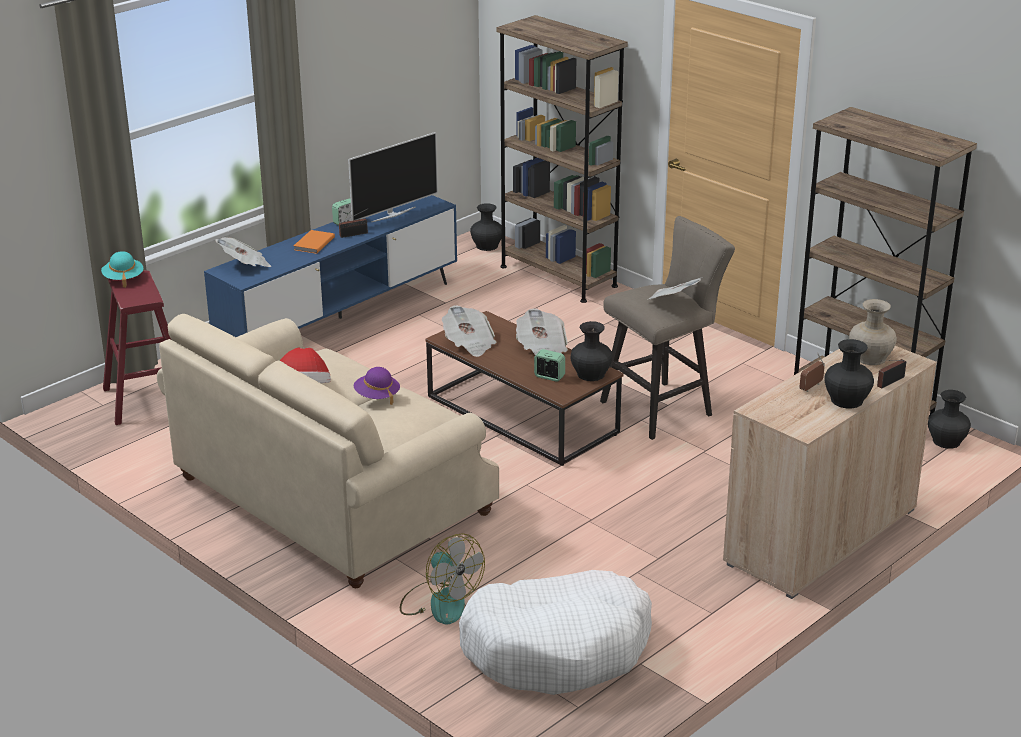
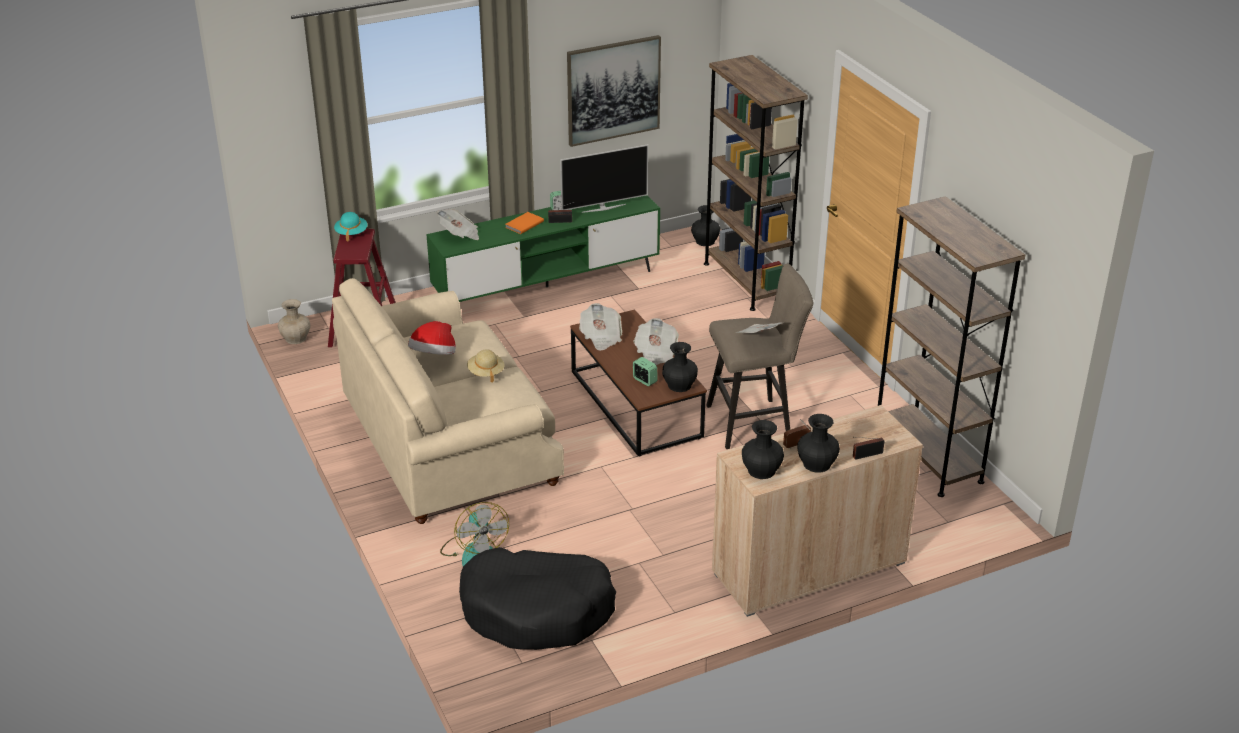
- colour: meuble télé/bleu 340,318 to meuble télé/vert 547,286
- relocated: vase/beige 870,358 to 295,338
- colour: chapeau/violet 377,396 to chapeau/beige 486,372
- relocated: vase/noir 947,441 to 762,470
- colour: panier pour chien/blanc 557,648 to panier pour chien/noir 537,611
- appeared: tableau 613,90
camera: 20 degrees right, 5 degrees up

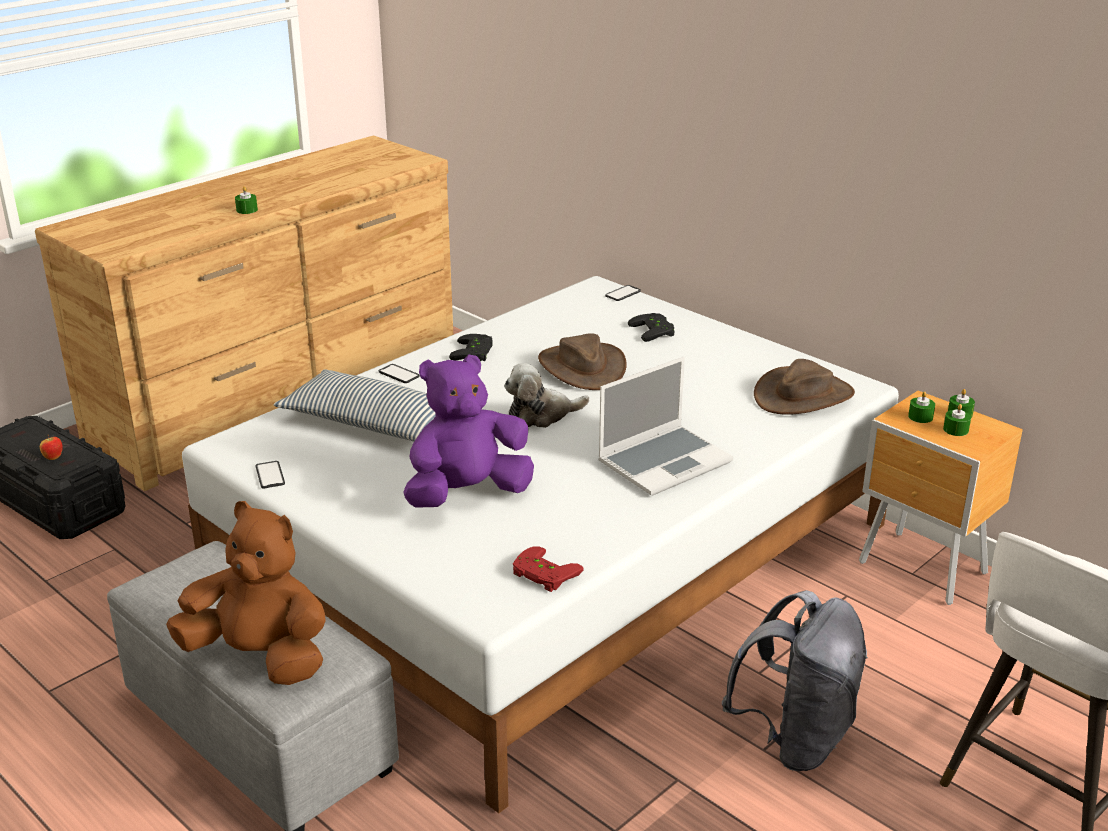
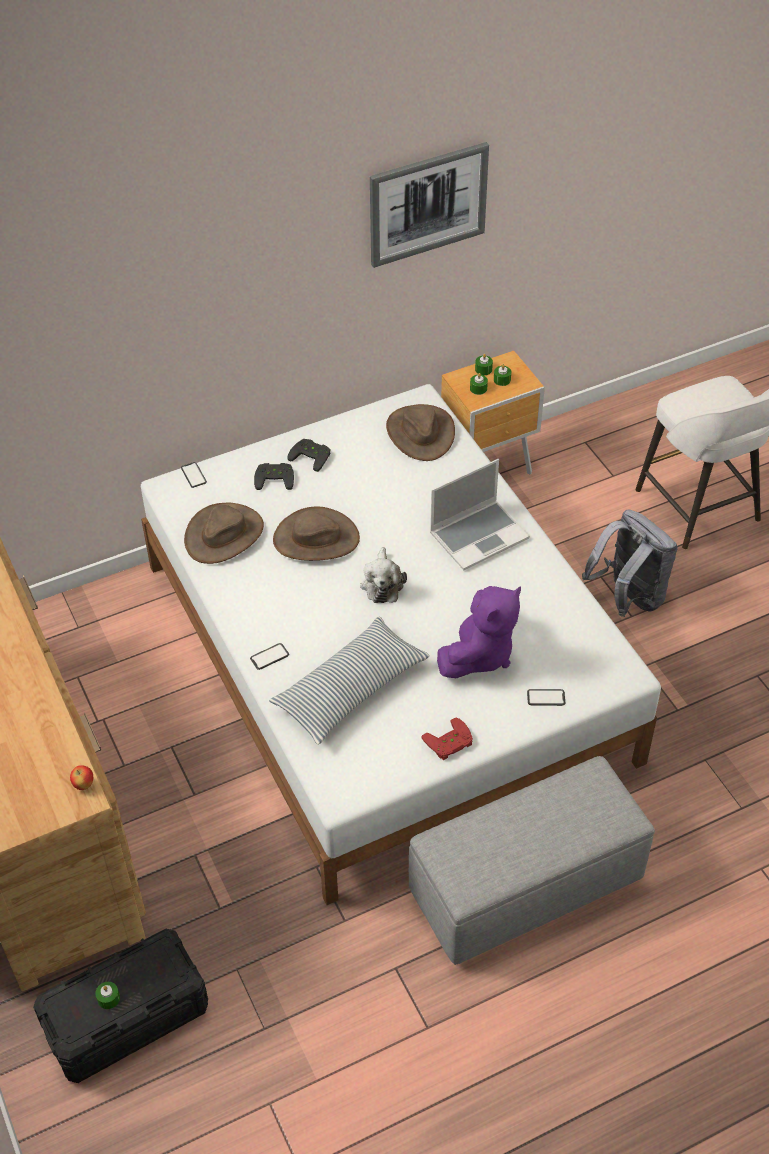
- relocated: bougie/vert 247,210 to 108,998
- relocated: manette/noir 475,352 to 312,455
- spun: peluche/violet 467,494 = 479,654 135 degrees counterclockwise
- spun: ordinateur portable 664,461 = 479,535 75 degrees clockwise
- relocated: pomme 53,458 to 83,785
- relocated: téléphone 270,475 to 546,698
- missing: peluche/marron 260,656
- relocated: manette/rouge 542,575 to 449,743
- appeared: tableau 427,204
- appeared: chapeau/marron 224,534
camera: 70 degrees left, 20 degrees up

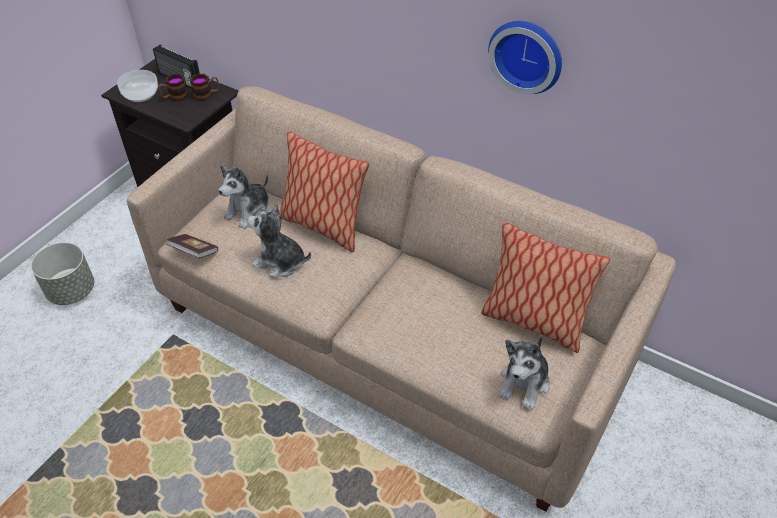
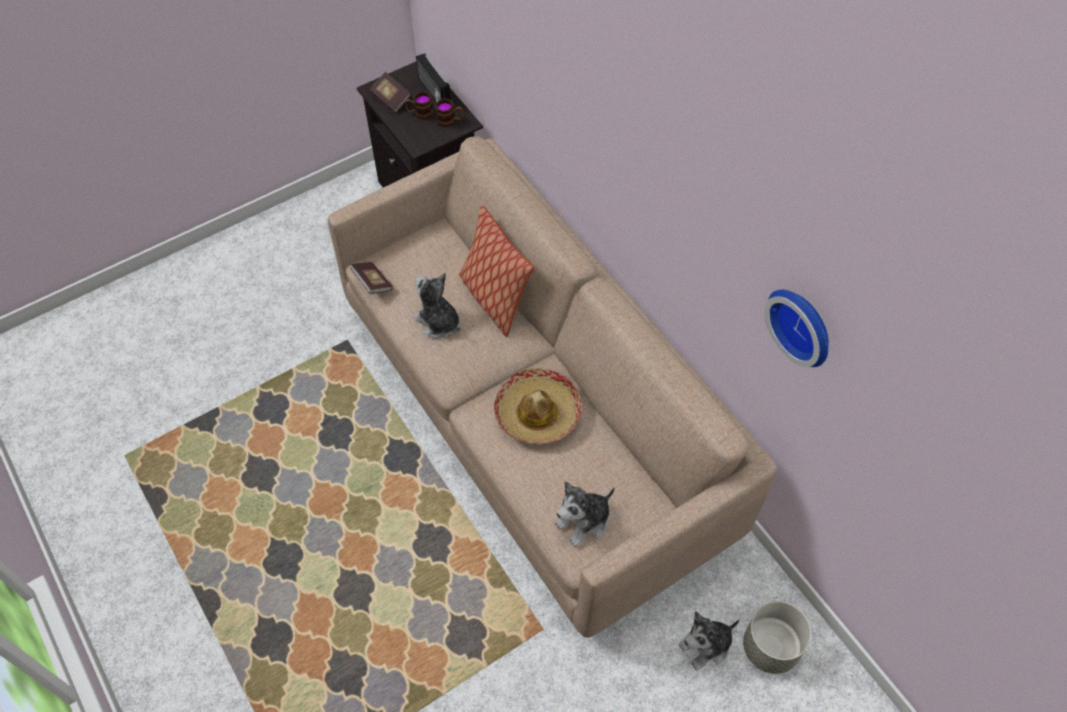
- relocated: horloge murale 527,54 to 803,324
- exchanged: bol 140,94 to livre 391,98
- relocated: peluche 249,211 to 706,646
- missing: coussin 533,321
- relocated: cache-pot/gris 72,291 to 771,647
- appeared: chapeau 537,412
camera: 25 degrees right, 10 degrees up

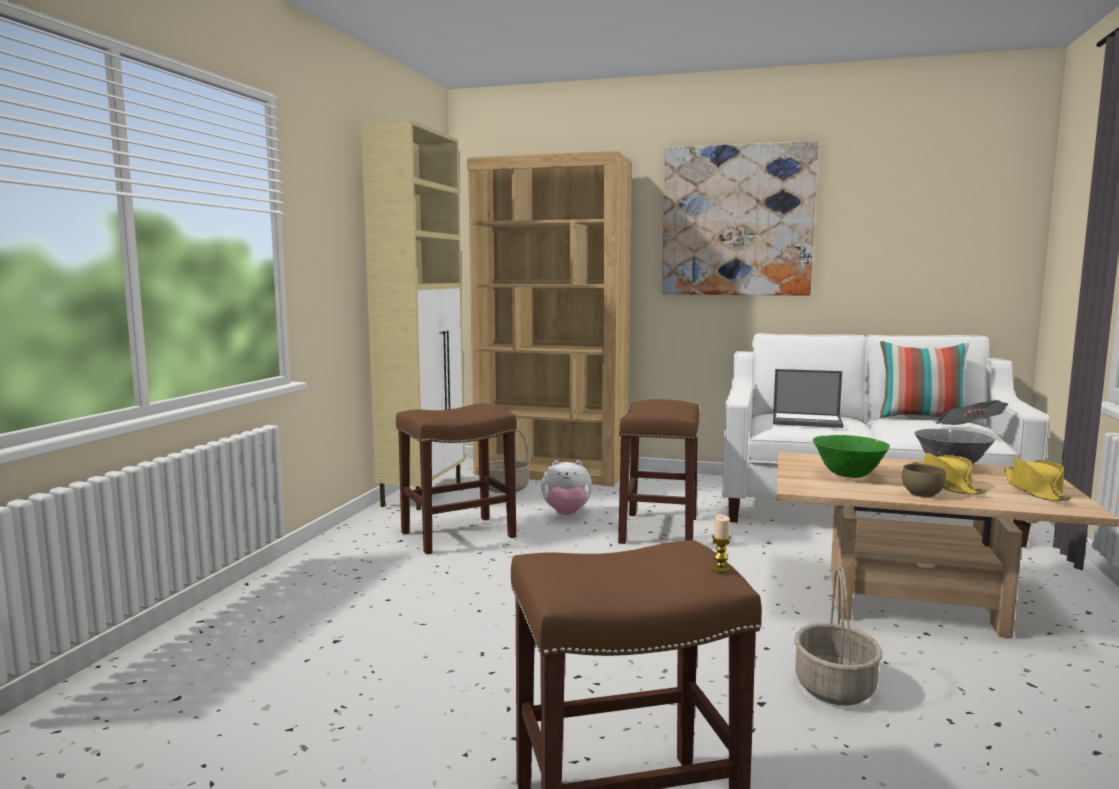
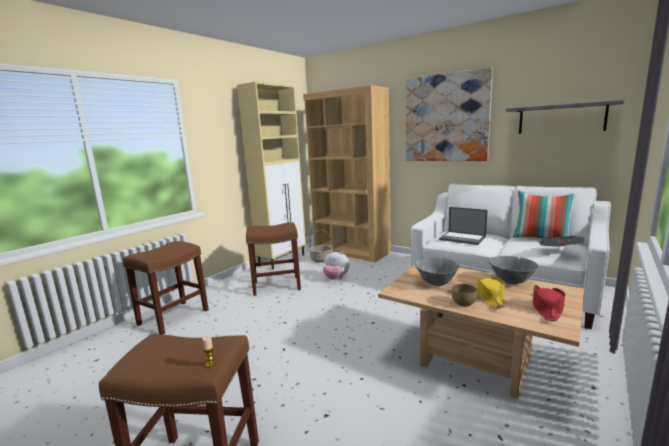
- relocated: tabouret/marron 658,530 to 174,317
- colour: bol/vert 848,476 to bol/gris 436,283
- colour: chapeau/jaune 1035,490 to chapeau/rouge 547,308
- missing: panier 835,688
- appeared: étagère/gris 561,118
camera: 20 degrees right, 5 degrees up

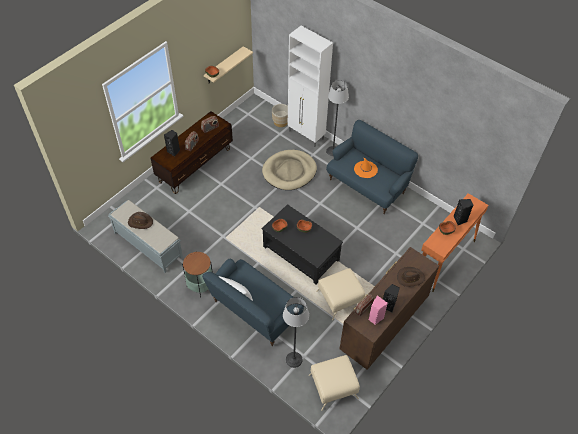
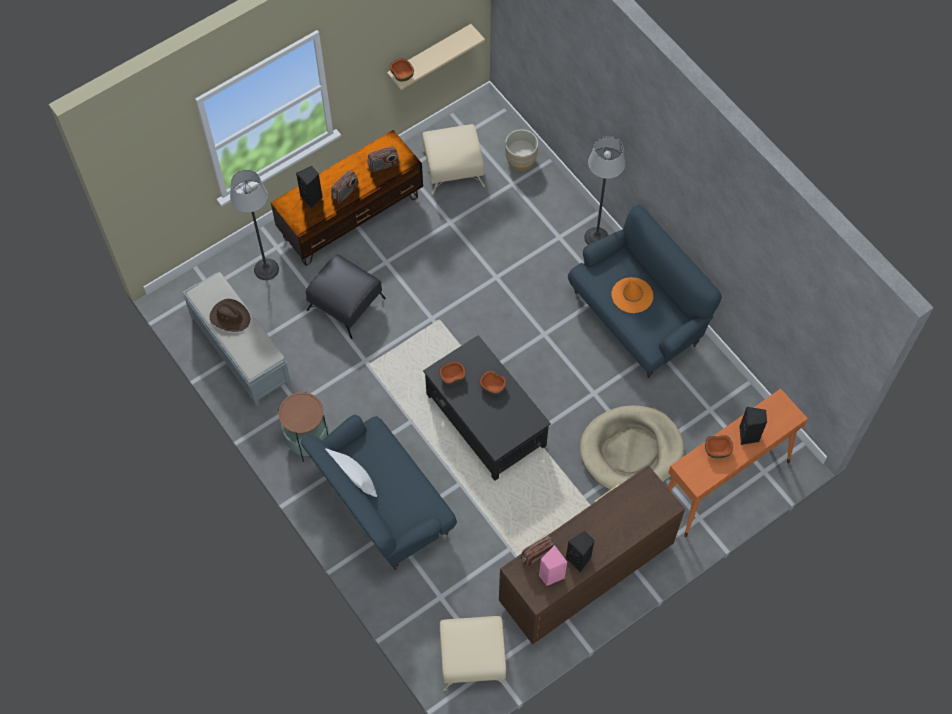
- missing: meuble de rangement/blanc 306,135
- relocated: panier pour chien/beige 289,171 to 631,451
- missing: chapeau/marron 410,278
- relocated: pouf/beige 340,299 to 453,168
- relocated: lampadaire 294,359 to 266,269
- appeared: pouf/noir 346,304
camera: 15 degrees right, 10 degrees up

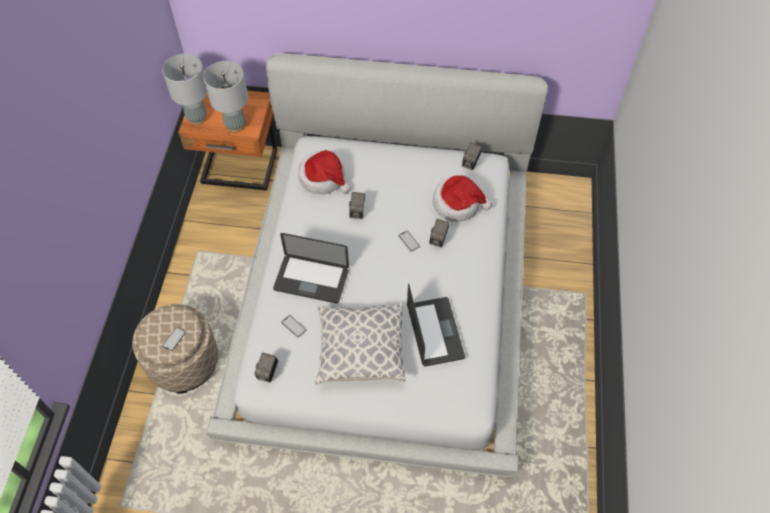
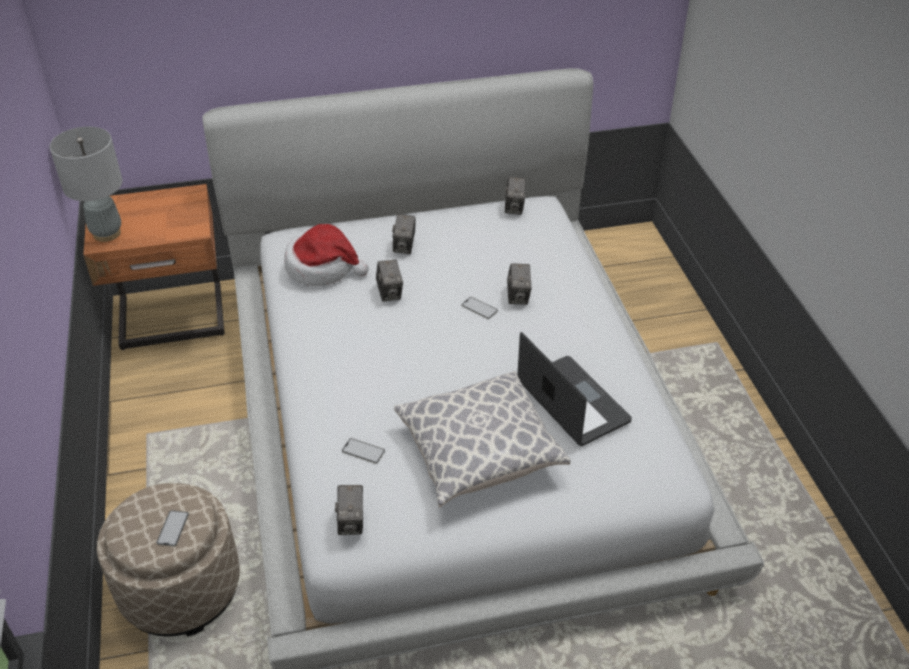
- missing: lampe de table/gris 235,126
- missing: chapeau 458,204
- missing: ordinateur portable 311,280
- appeared: appareil photo 404,246
camera: 20 degrees left, 15 degrees down

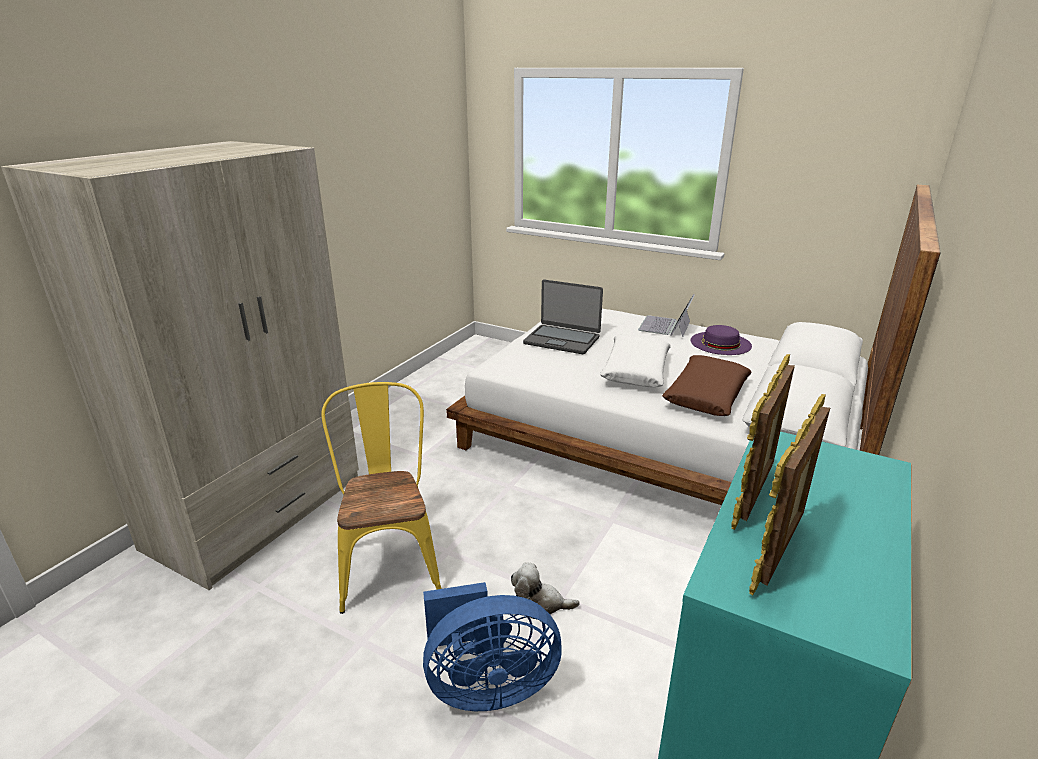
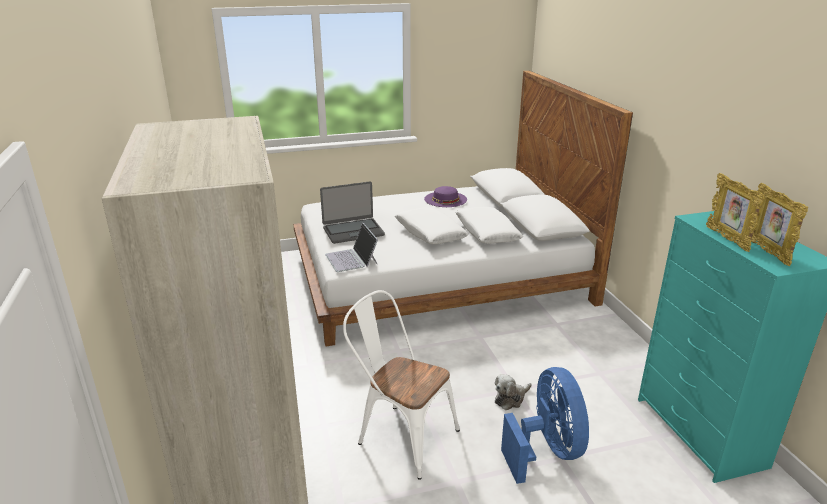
- relocated: ordinateur portable 665,326 to 352,259
- colour: coussin/marron 706,395 to coussin/blanc 487,232
- colour: chaise/jaune 389,562 to chaise/blanc 401,435
- spun: ventilateur/bleu 486,686 = 546,451 45 degrees counterclockwise
camera: 45 degrees left, 0 degrees up

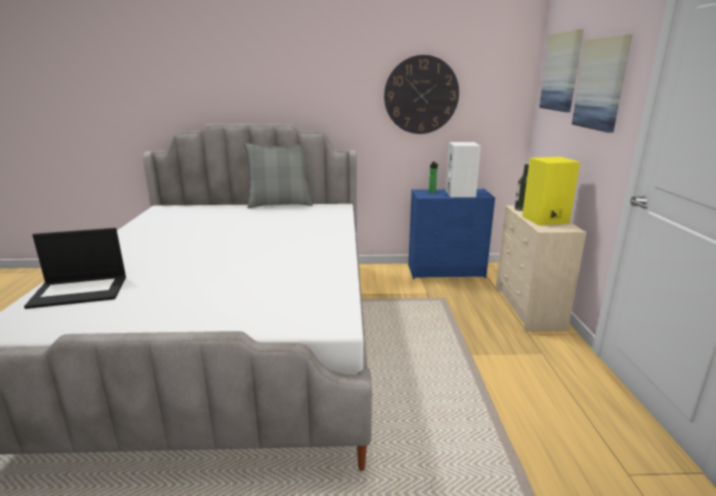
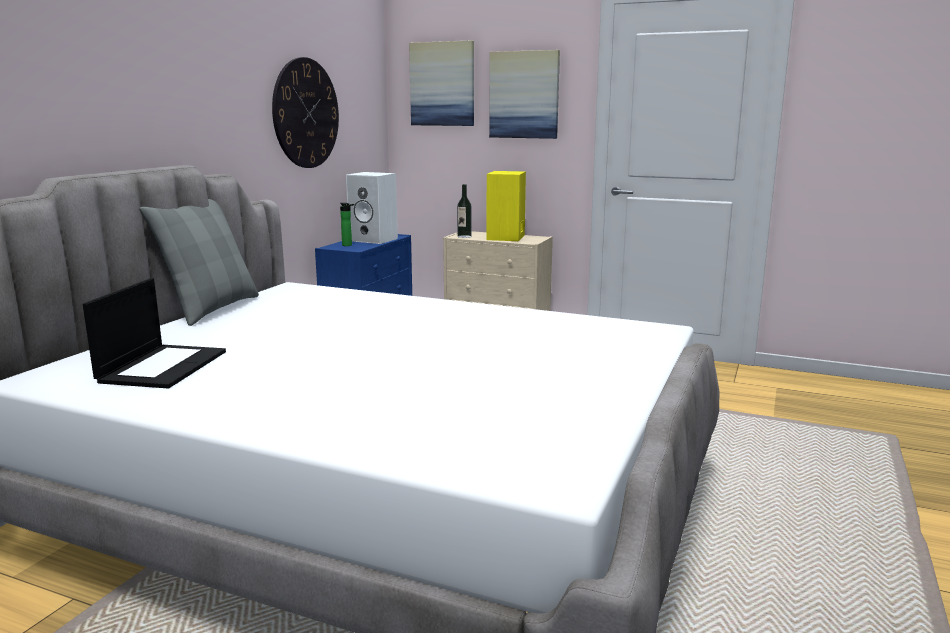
- relocated: ordinateur portable 81,291 to 163,366
camera: 65 degrees left, 5 degrees down

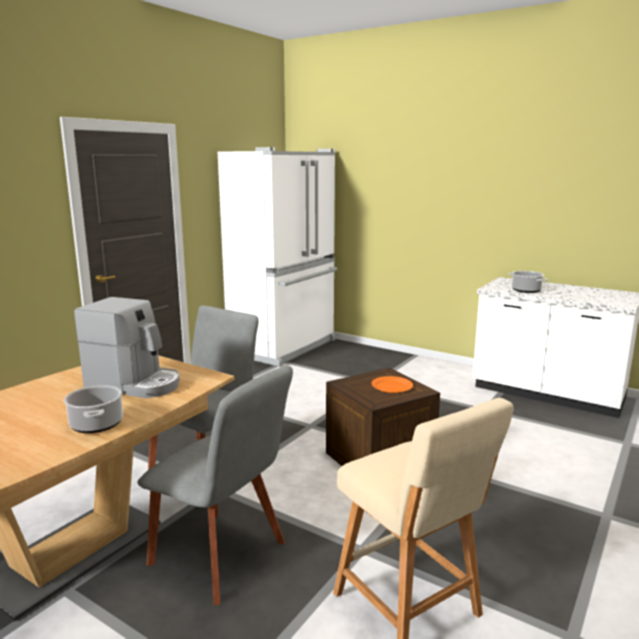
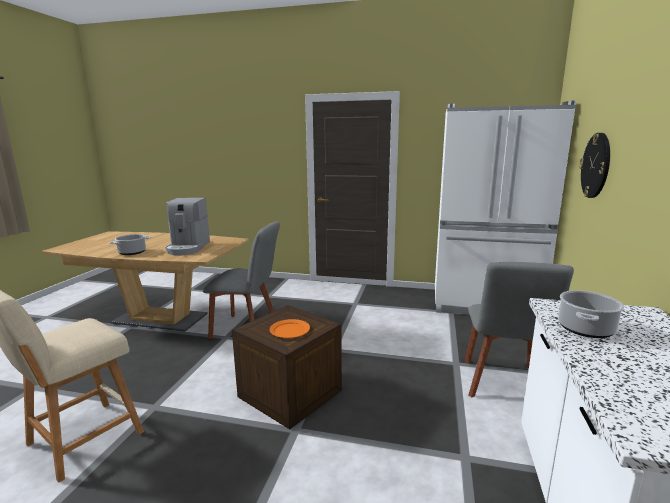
- relocated: chaise/gris 222,556 to 504,384
- appeared: horloge murale 596,165
camera: 70 degrees right, 0 degrees up

